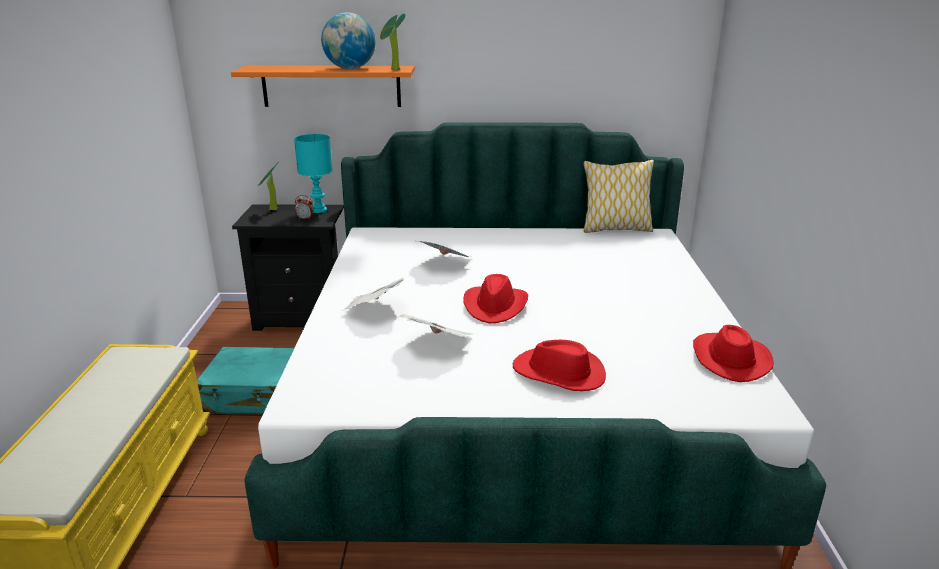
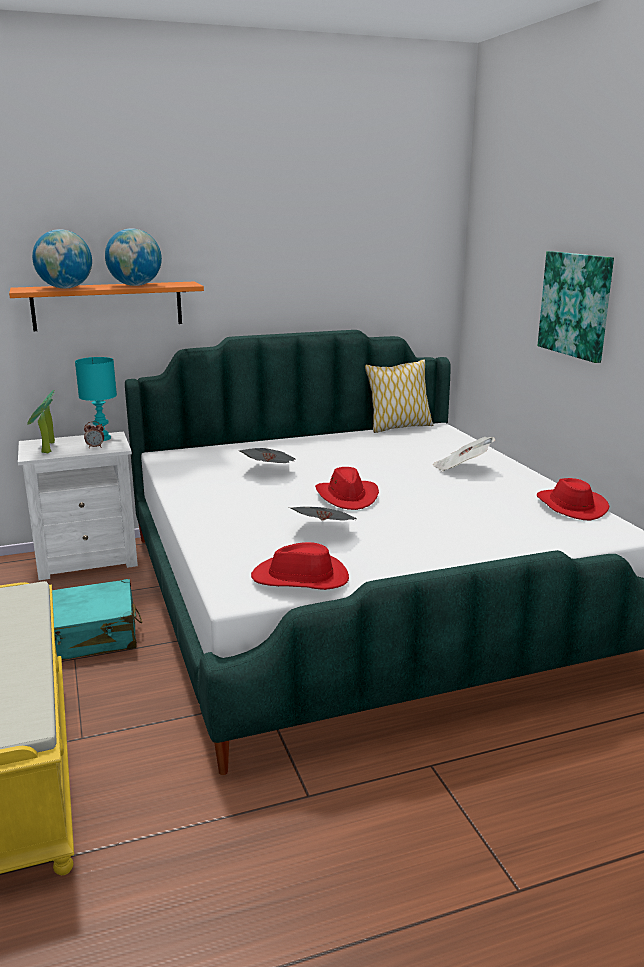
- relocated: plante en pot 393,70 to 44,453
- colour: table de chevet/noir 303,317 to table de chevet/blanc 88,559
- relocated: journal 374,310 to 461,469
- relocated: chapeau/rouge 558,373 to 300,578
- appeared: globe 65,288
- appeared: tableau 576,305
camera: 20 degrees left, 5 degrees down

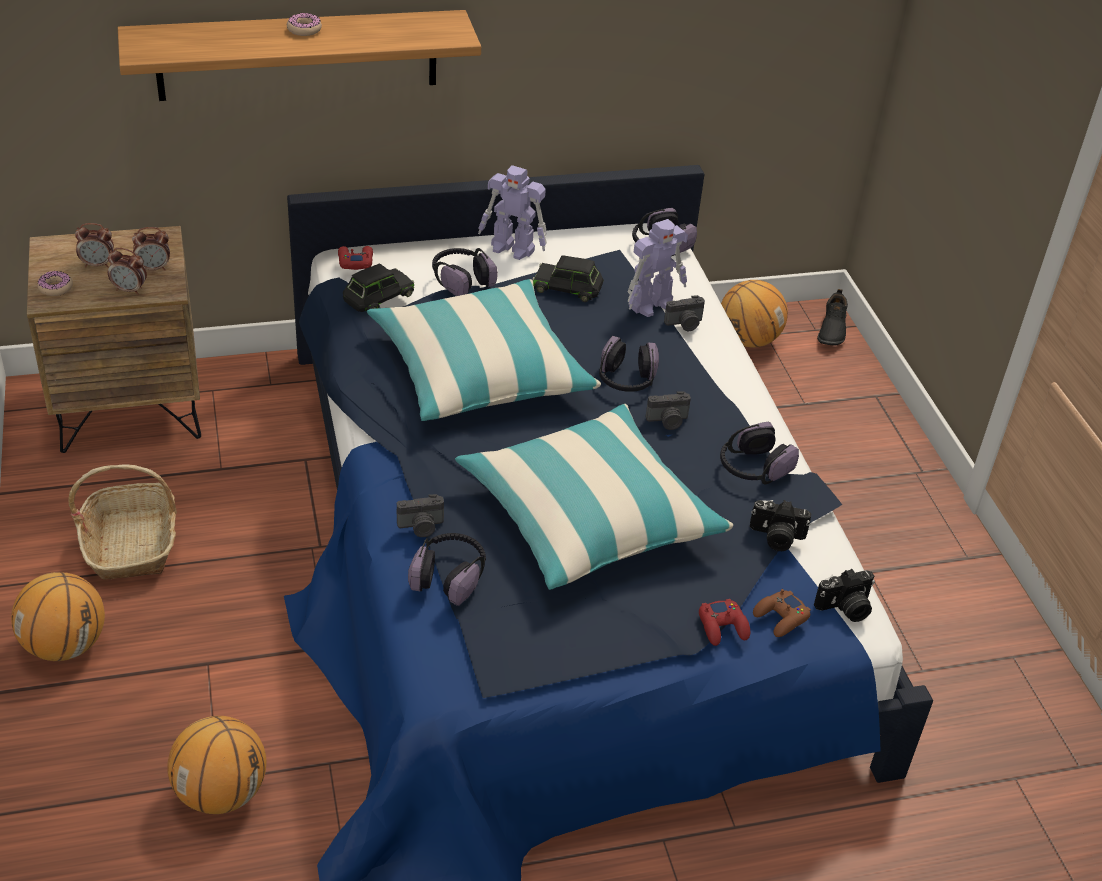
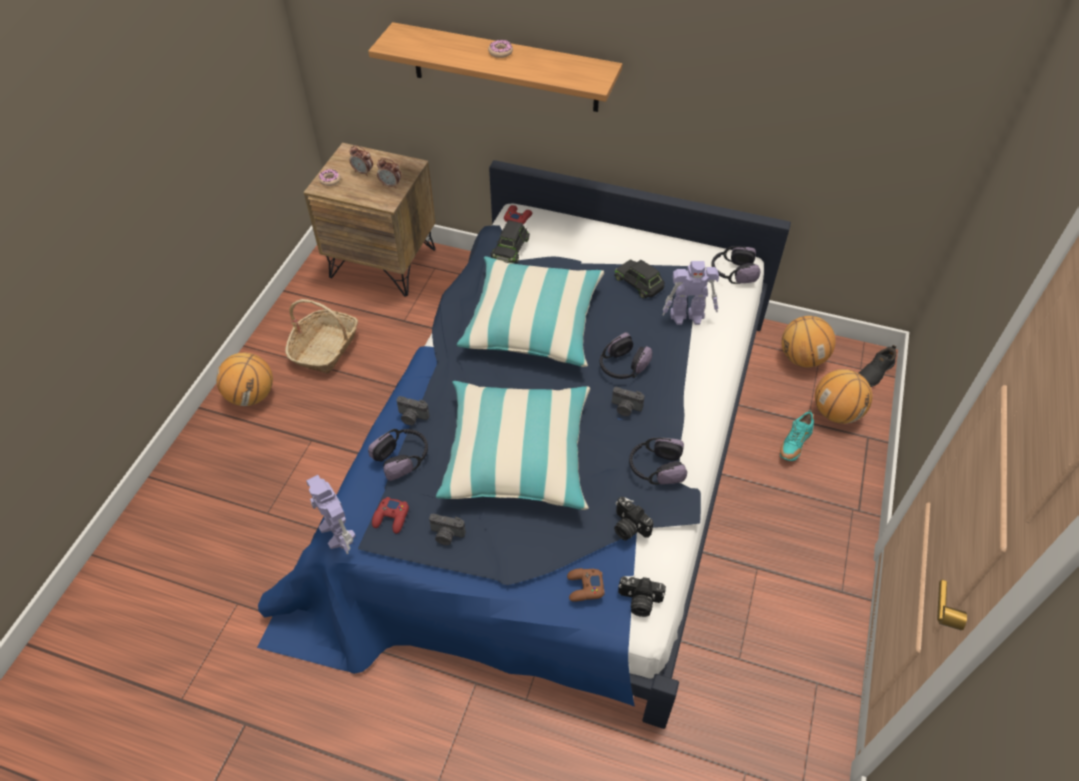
- relocated: robot jouet 513,249 to 337,533
- missing: réveil 130,290
- missing: casque audio 461,280
- spun: petite voiture/noir 378,296 = 510,247 120 degrees clockwise
- relocated: appareil photo 685,324 to 446,535
- relocated: manette/rouge 723,627 to 391,518
- relocated: ballon de basket 221,792 to 836,412
- appeared: chaussure/turquoise 793,445
camera: 35 degrees right, 10 degrees up

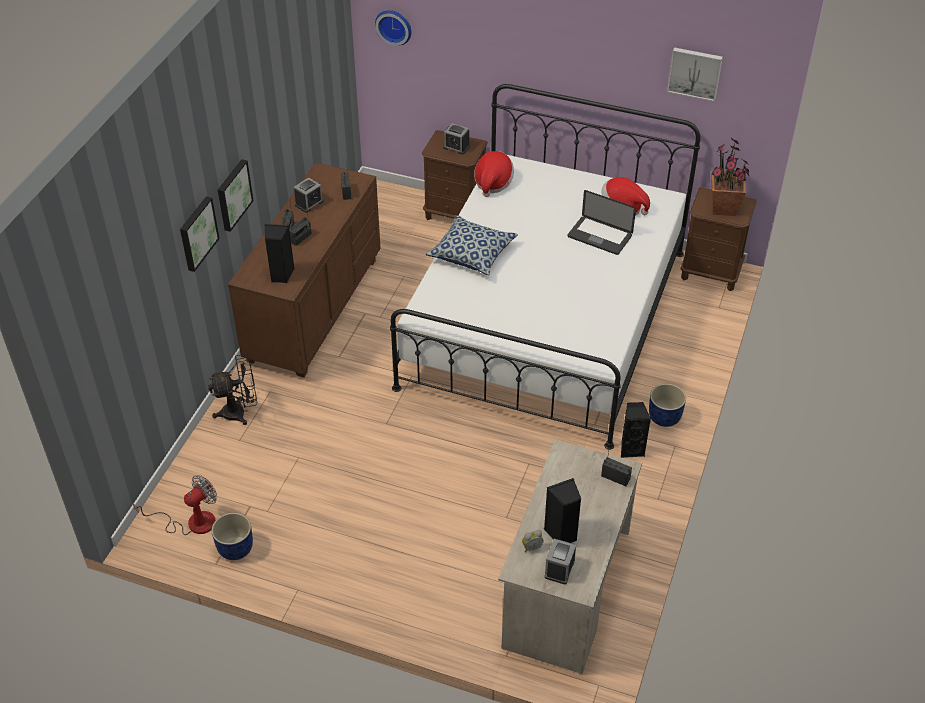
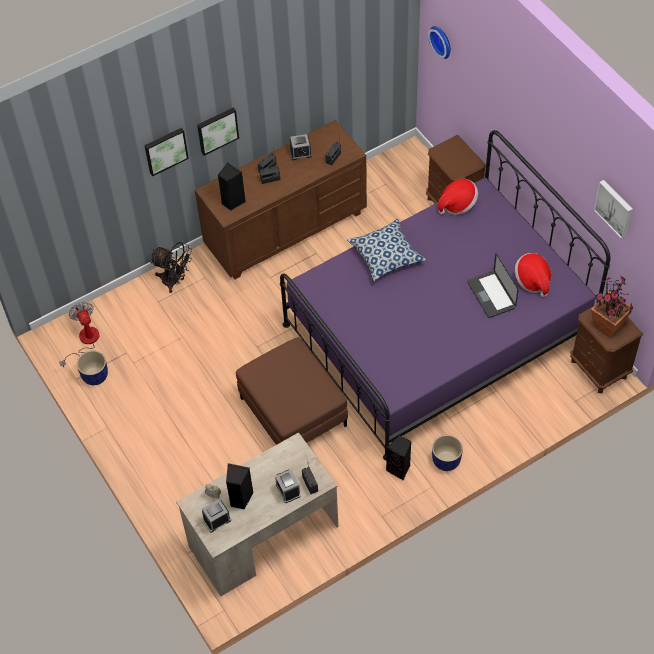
- colour: lit/blanc 545,317 to lit/violet 437,331
- relocated: réveil 456,147 to 288,490
- spun: ventilateur 191,522 = 85,342 105 degrees counterclockwise
- appeared: pouf/marron 294,412
camera: 40 degrees right, 10 degrees up

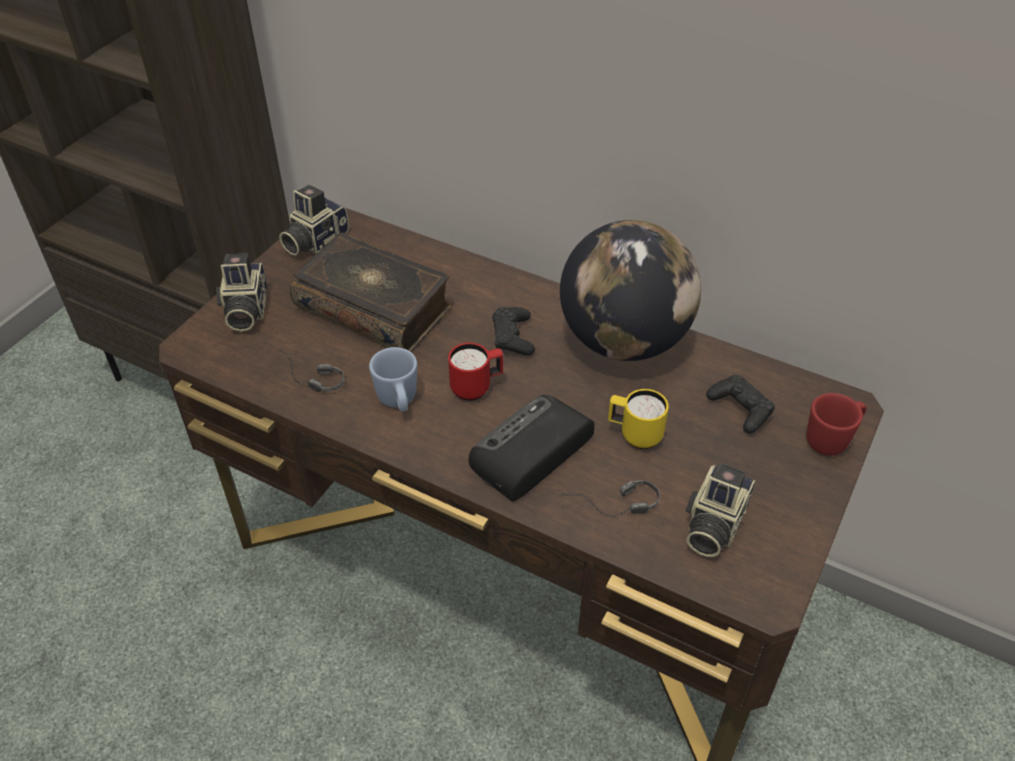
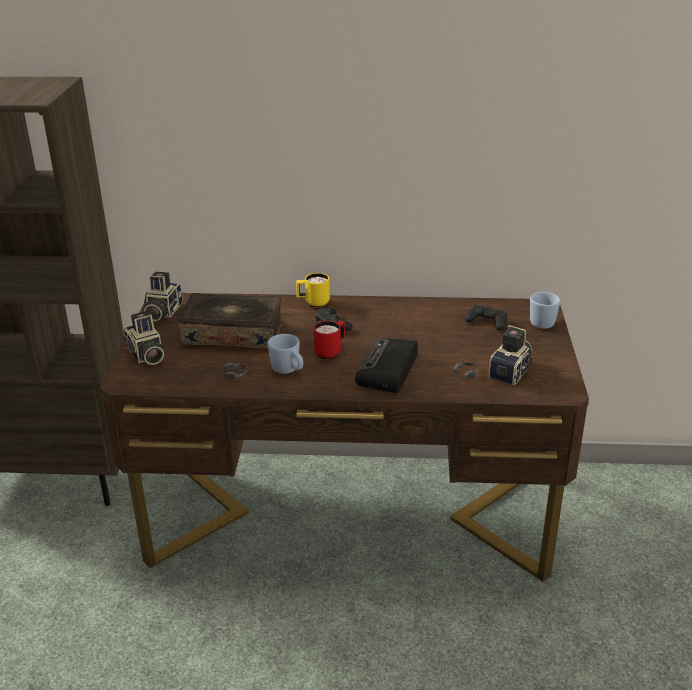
- missing: globe 624,341
- relocated: mug/jaune 634,435 to 313,303
- colour: mug/rouge 832,439 to mug/bleu 544,322
- spun: appareil photo 712,524 = 512,372 150 degrees counterclockwise
camera: 25 degrees left, 15 degrees down

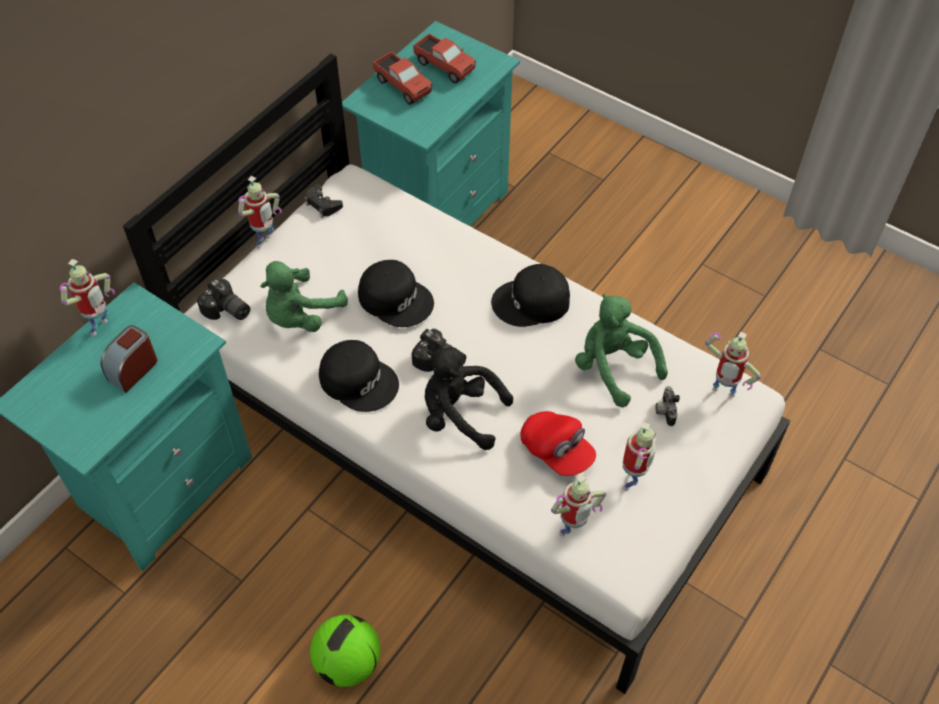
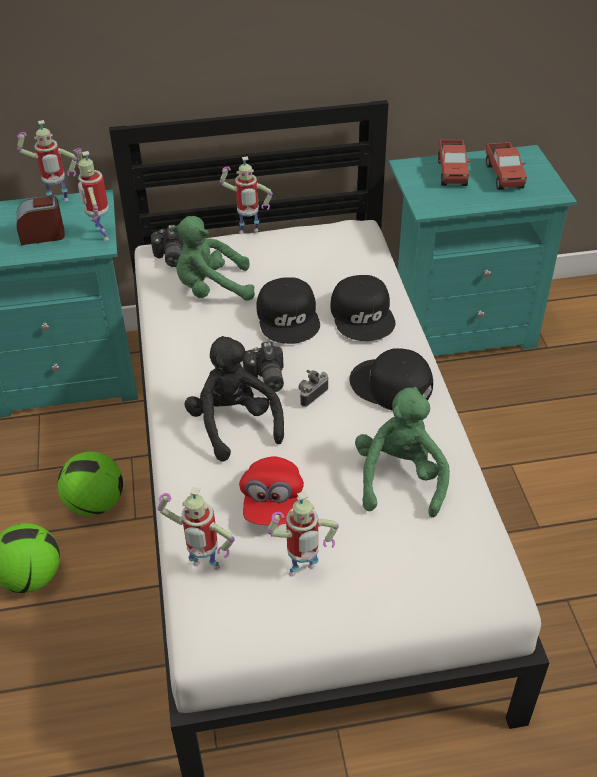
- missing: manette/noir 322,204
- relocated: robot jouet 721,394 to 100,235
- relocated: casquette/noir 359,380 to 363,315
- relocated: appareil photo 664,411 to 311,395
- appeared: ballon de foot 95,503
camera: 45 degrees right, 10 degrees down

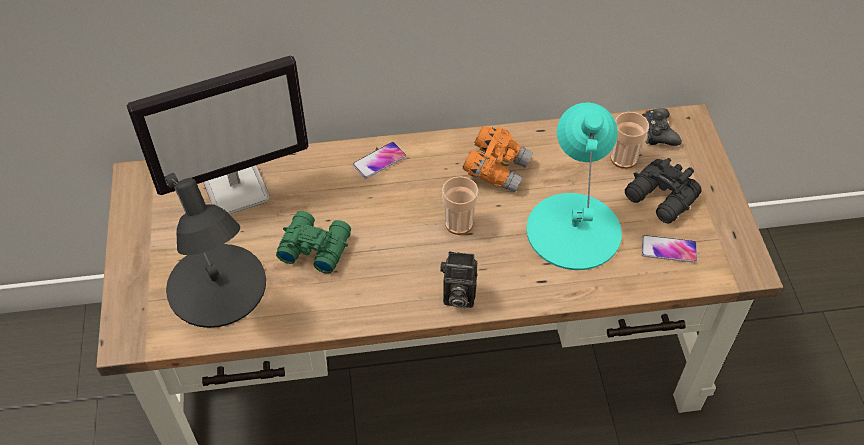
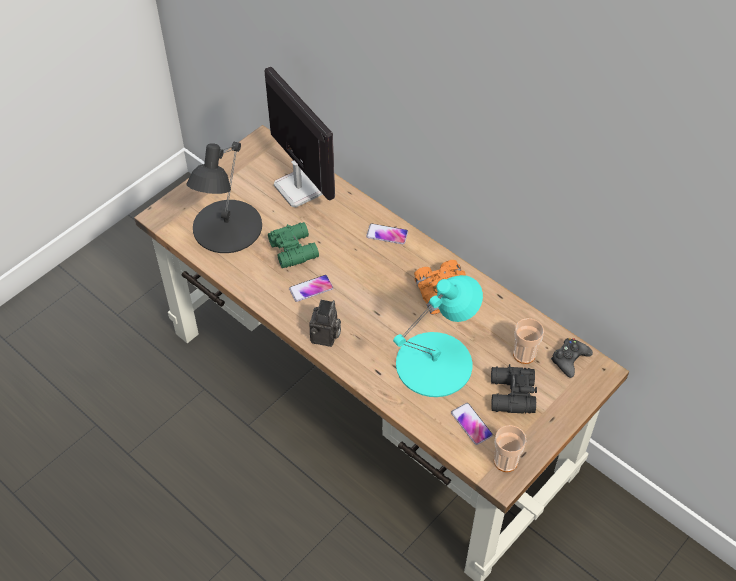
- spun: écran d'ordinateur 237,189 = 299,187 150 degrees counterclockwise
- relocated: tasse 459,223 to 505,461
- spun: appareil photo 457,296 = 325,337 135 degrees counterclockwise
- appeared: téléphone 311,289
camera: 50 degrees right, 0 degrees up

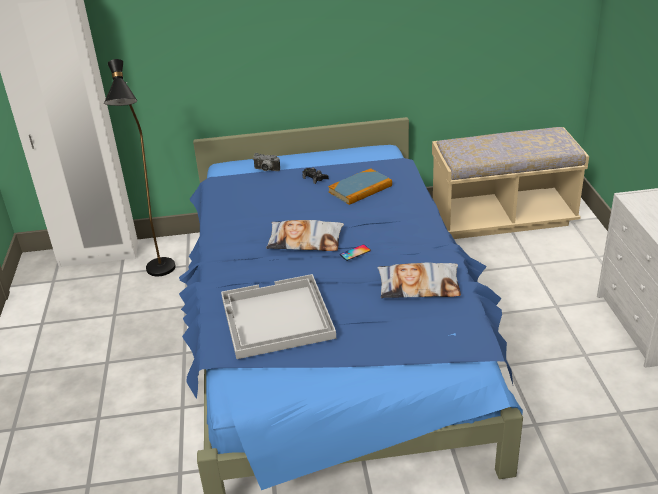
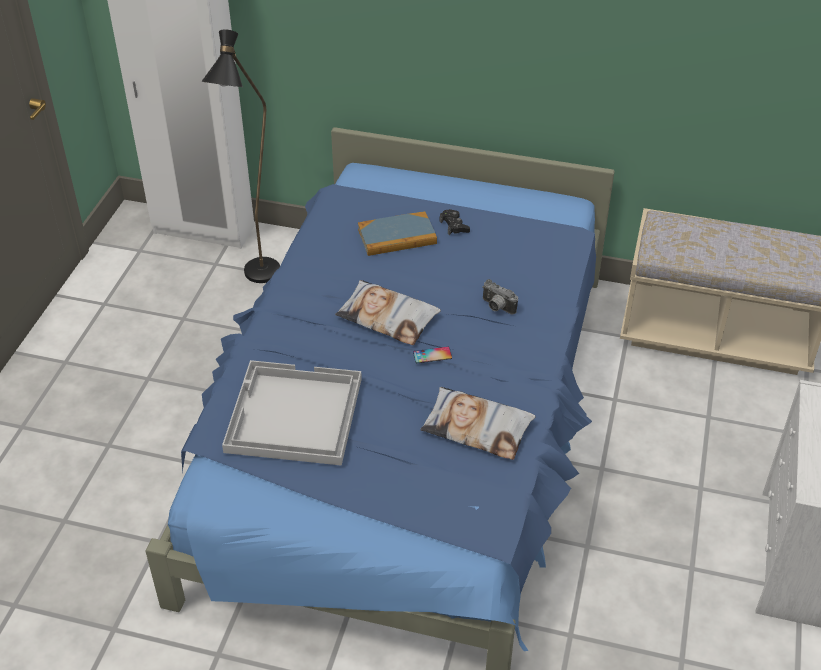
- relocated: appareil photo 266,170 to 496,307
- relocated: livre 360,189 to 397,237
camera: 20 degrees right, 10 degrees up

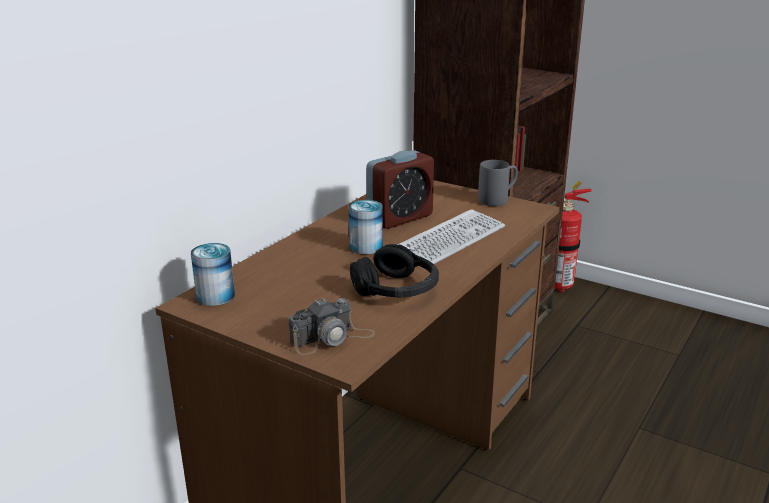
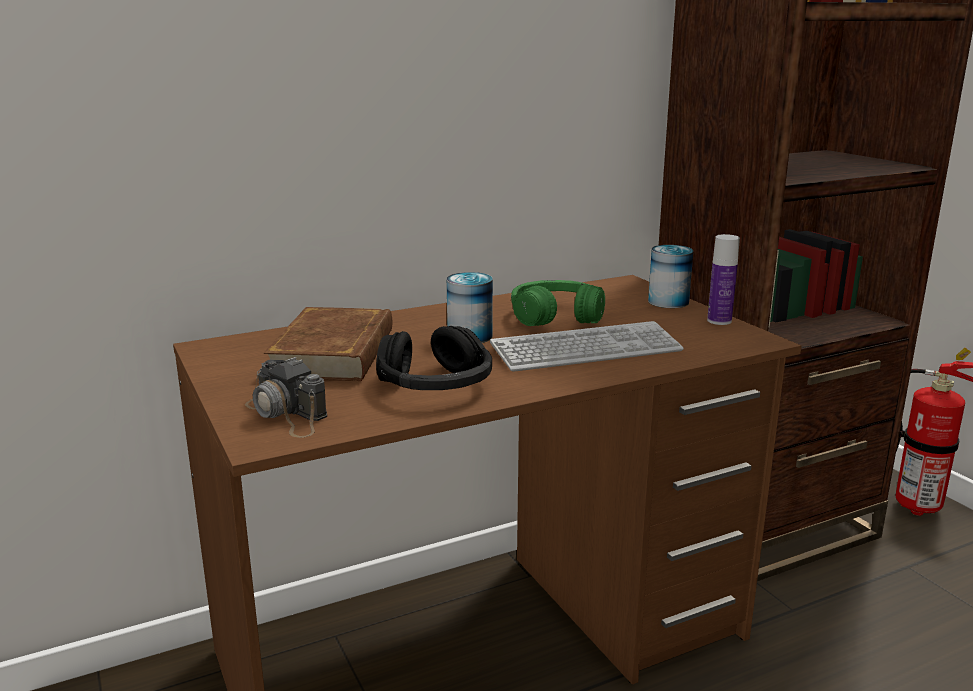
- exchanged: réveil 400,218 to casque audio/vert 556,316
- exchanged: mug/gris 498,199 to bouteille 719,321
- relocated: boîte métallique 215,296 to 668,301
- spun: appareil photo 332,338 = 287,414 45 degrees clockwise
- appeared: livre/marron 335,353
camera: 30 degrees right, 5 degrees down

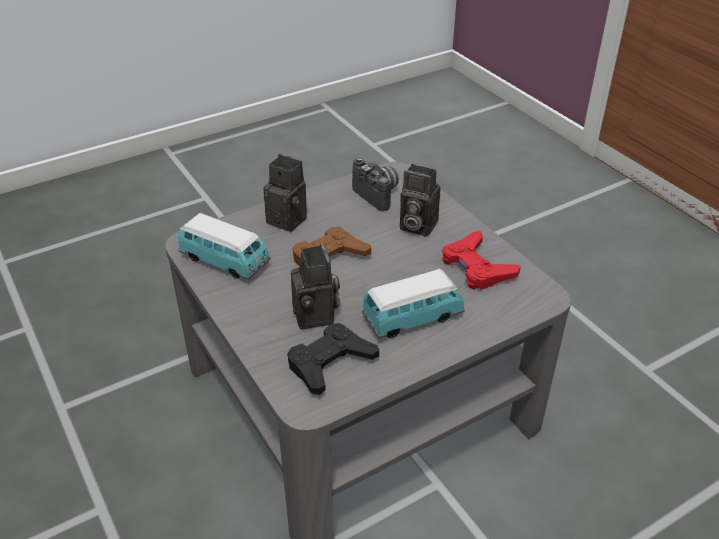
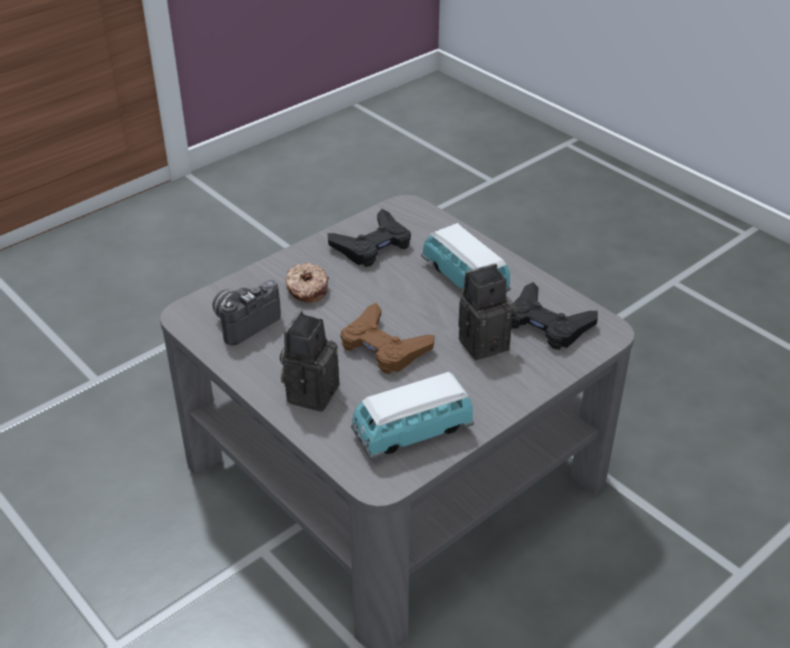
- exchanged: appareil photo 415,226 to beignet 306,289
- spun: petite voiture 225,261 = 412,433 135 degrees counterclockwise
- colour: manette/rouge 476,267 to manette/noir 372,245
camera: 100 degrees left, 0 degrees up

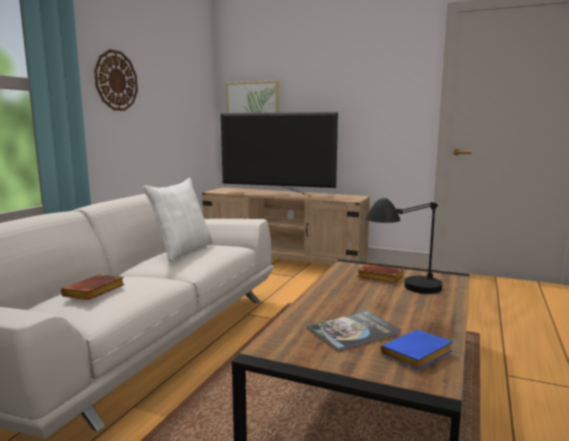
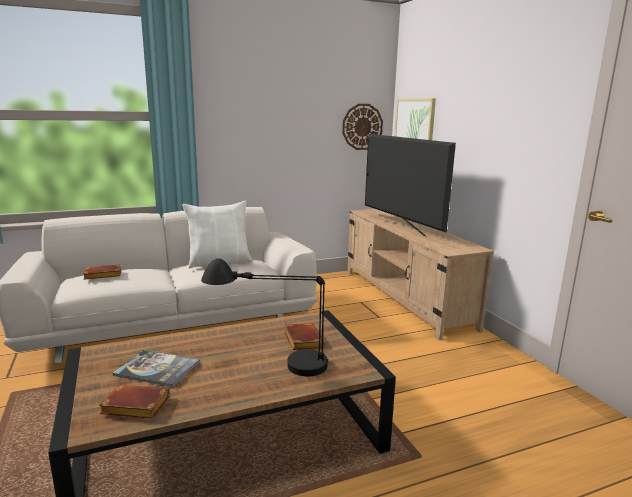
- relocated: horloge murale 116,80 to 362,127
- colour: livre/bleu 417,356 to livre/marron 133,407
camera: 45 degrees right, 5 degrees up

